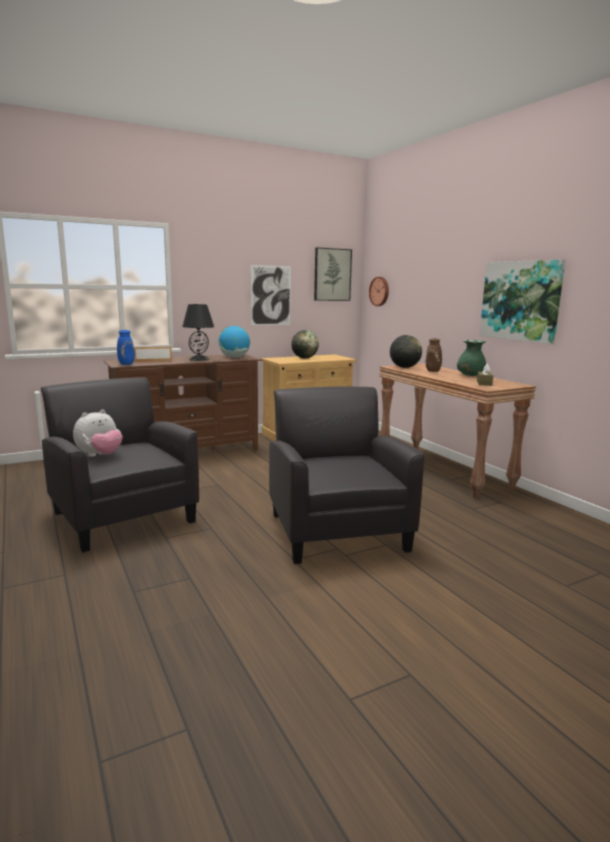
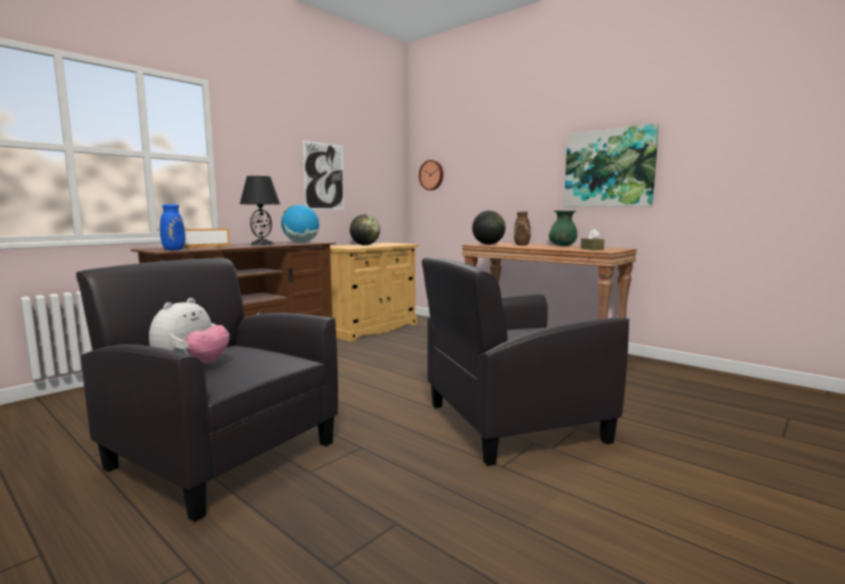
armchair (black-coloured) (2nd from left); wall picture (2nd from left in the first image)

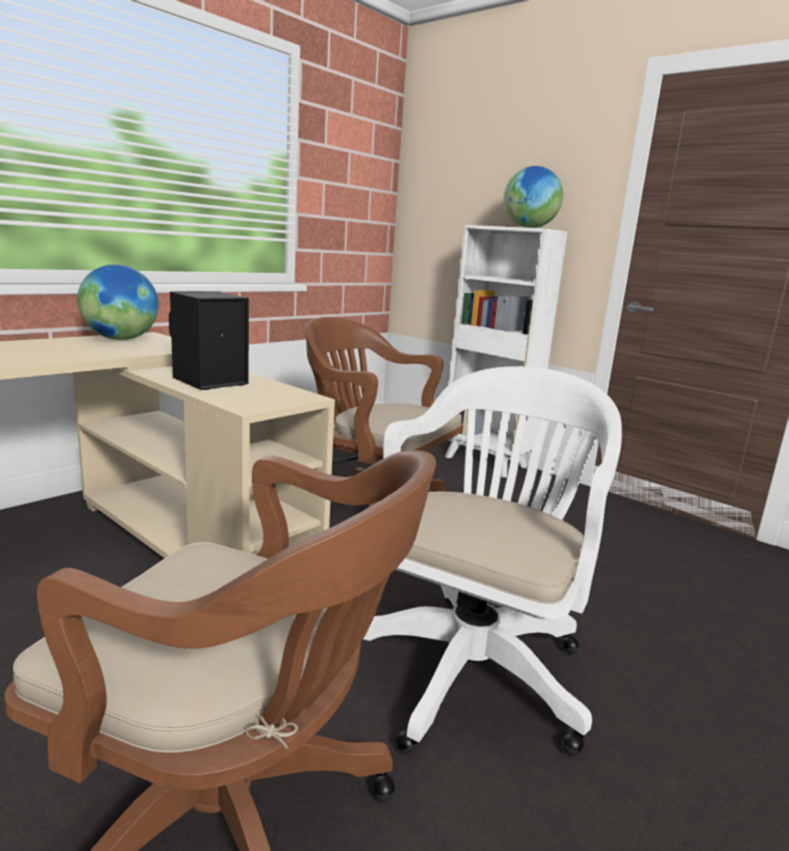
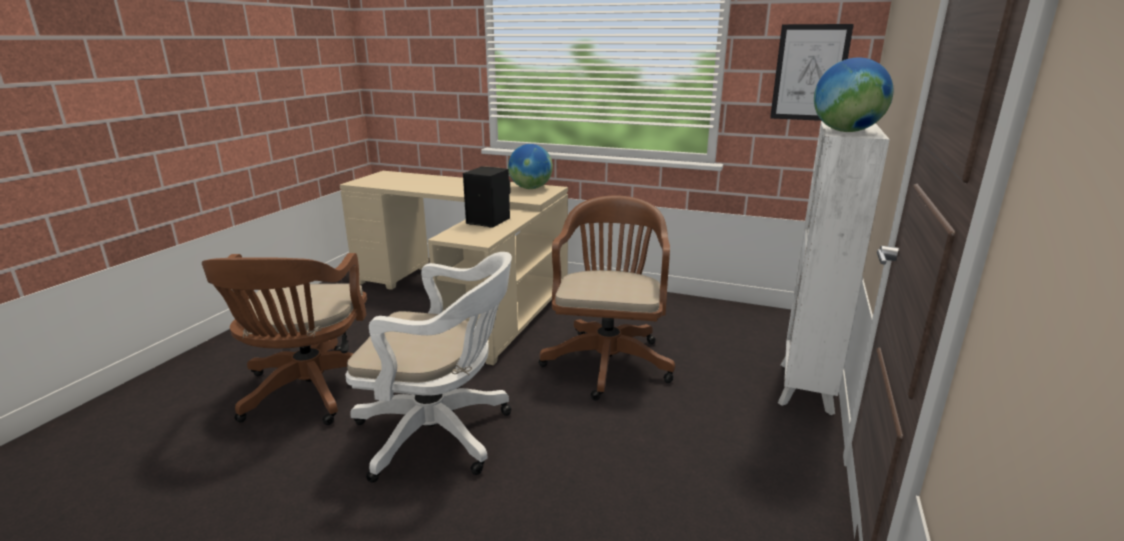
wall picture

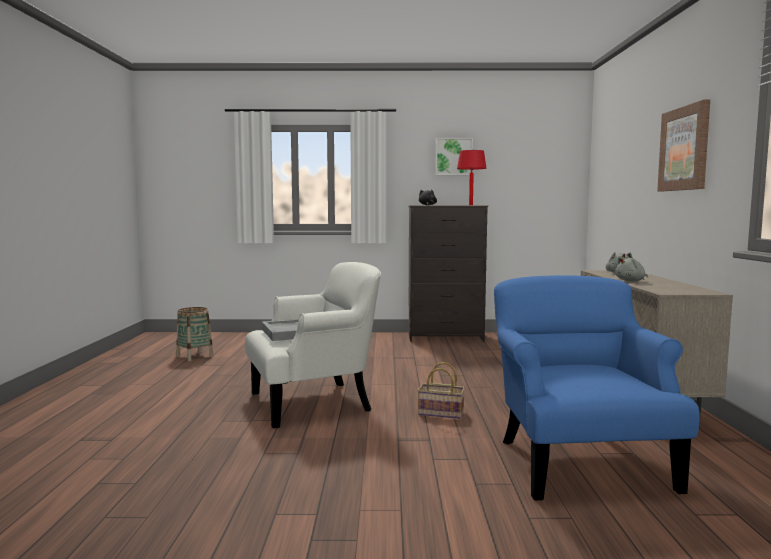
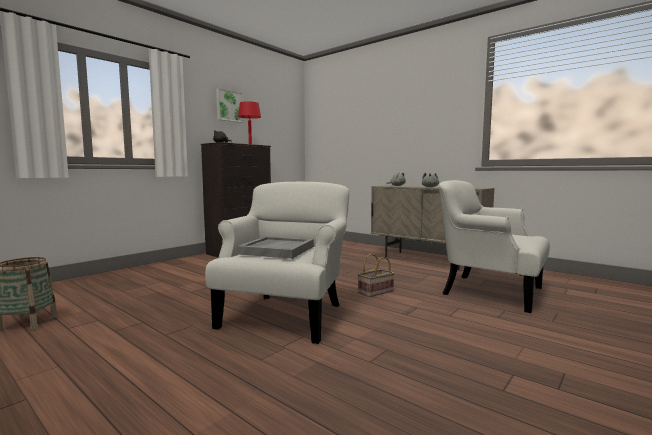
armchair (white) (2nd from left); wall picture (2nd from left in the first image)

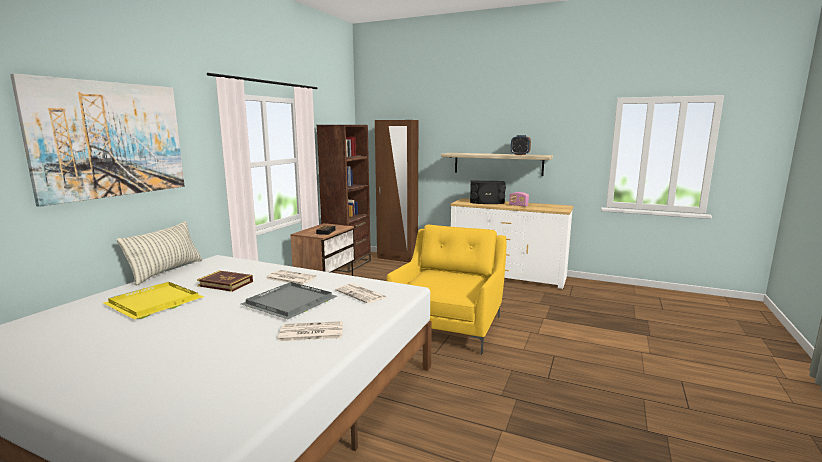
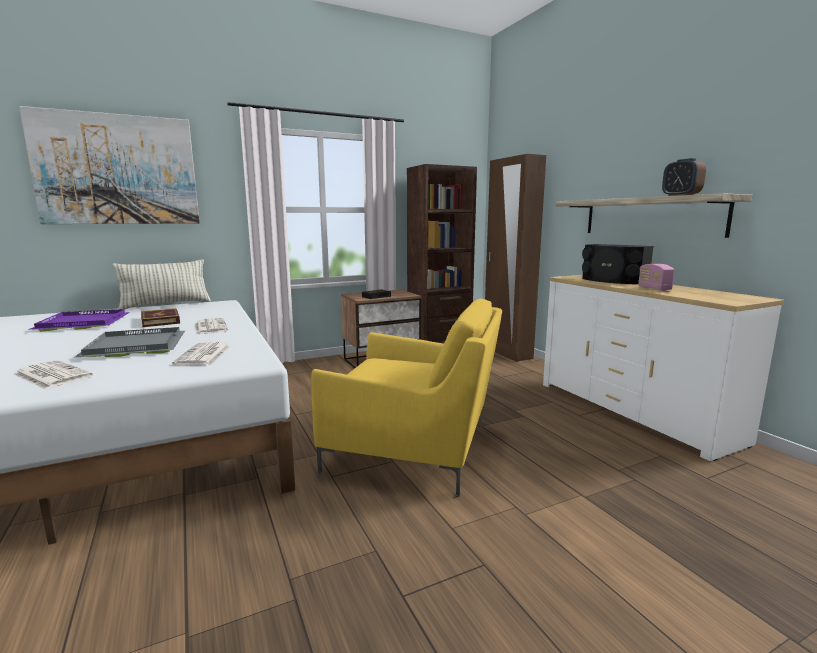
serving tray (purple-coloured); armchair (yellow-coloured)

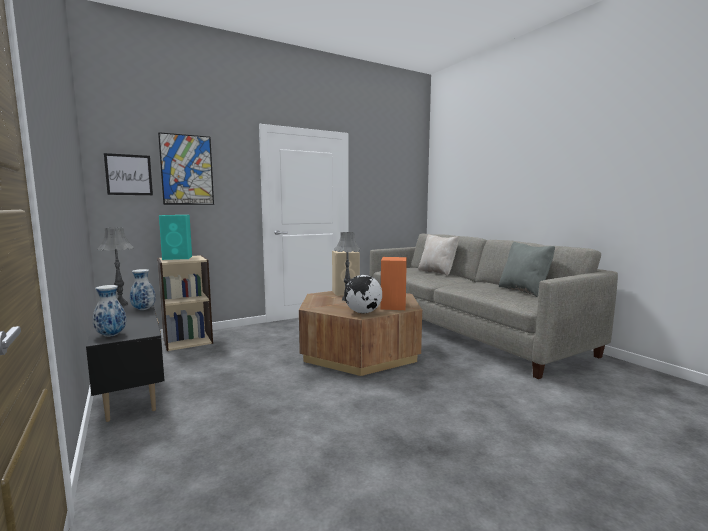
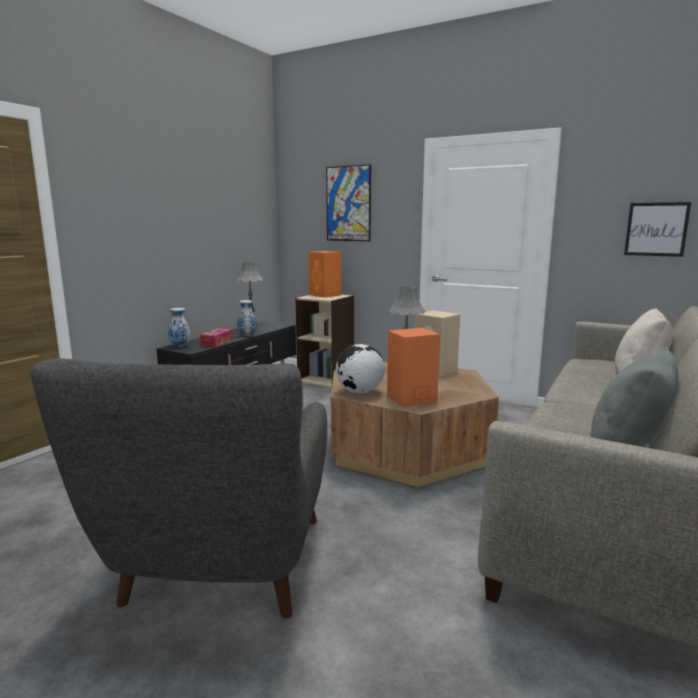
wall picture (2nd from left); loudspeaker (orange-coloured) (1st from left); armchair (grey); tissue holder

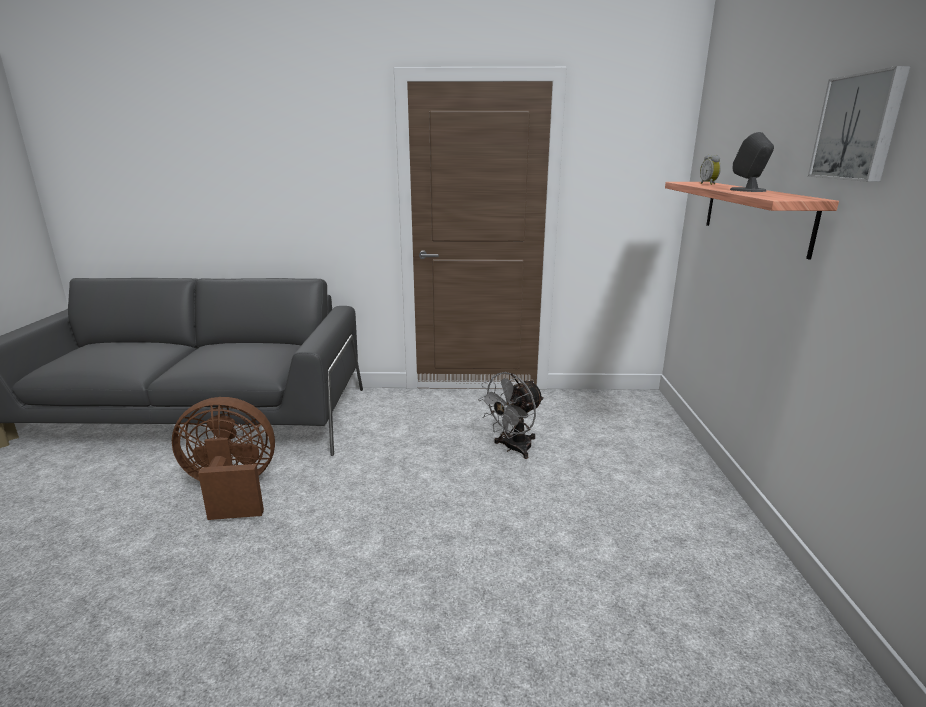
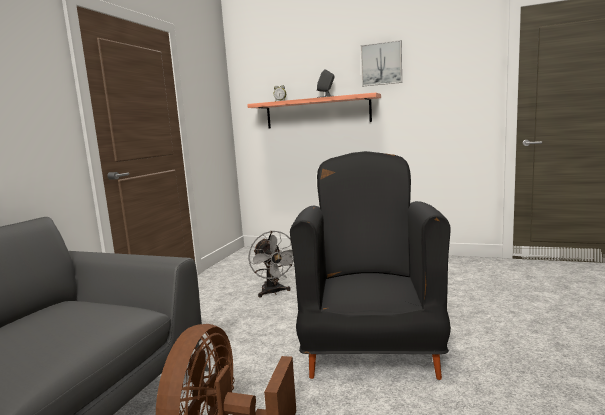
armchair (black-coloured)

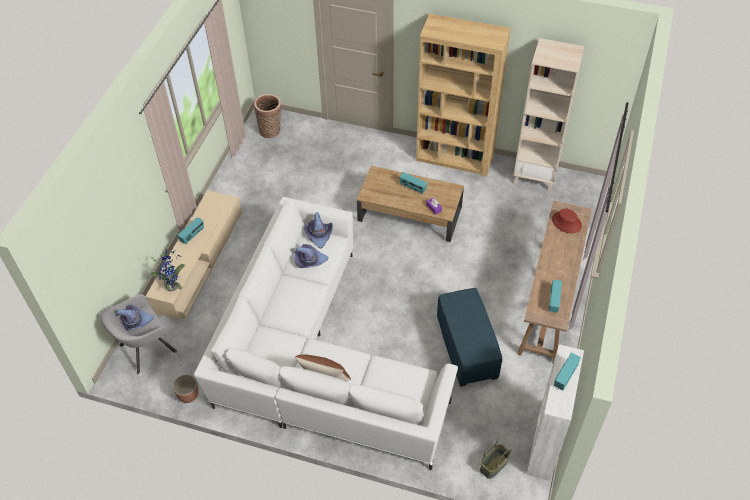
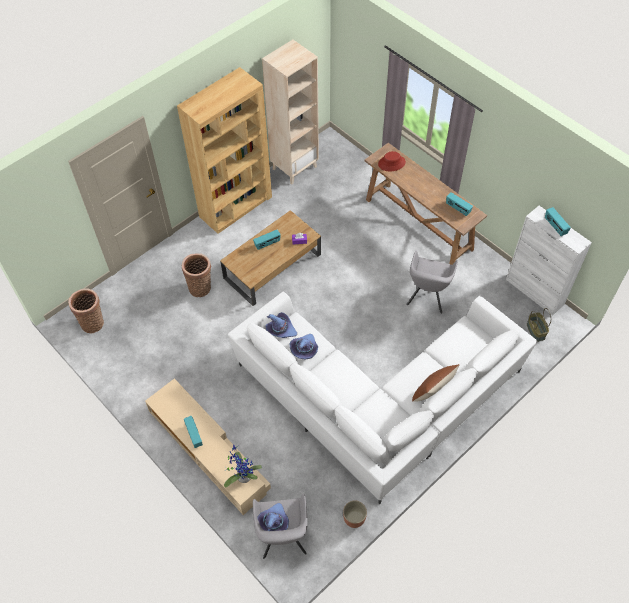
armchair (grey) (2nd from left); basket (2nd from left)

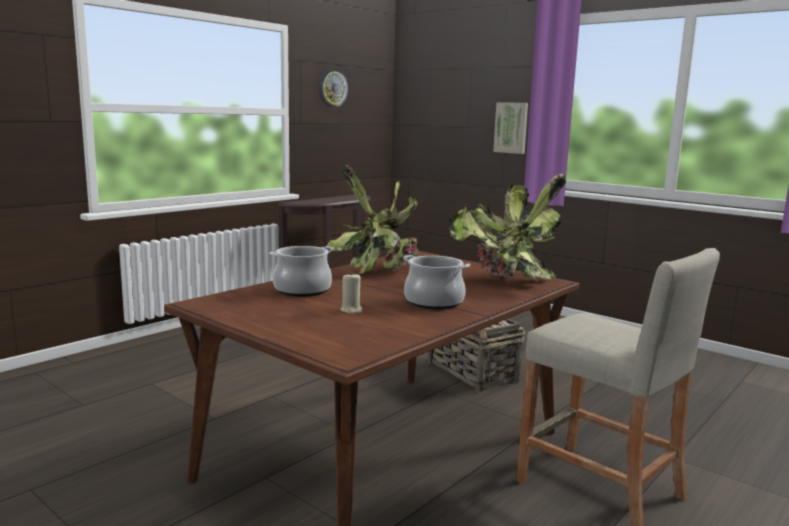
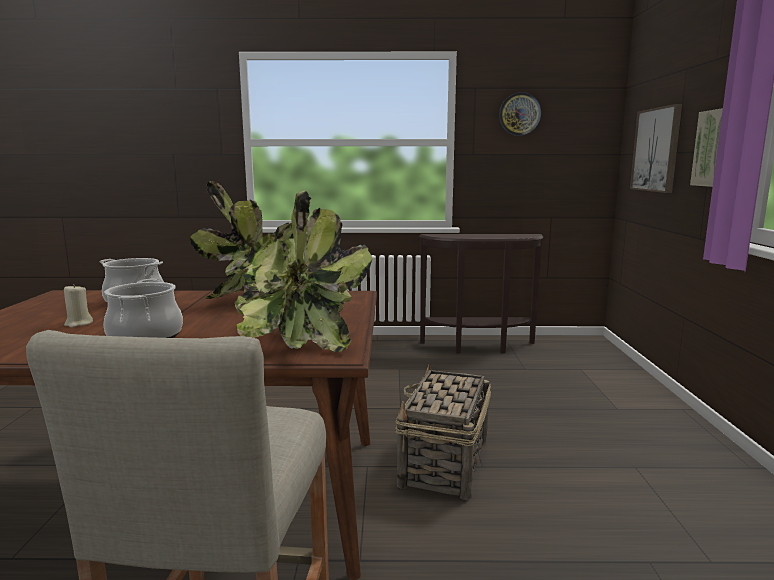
wall picture (1st from left)

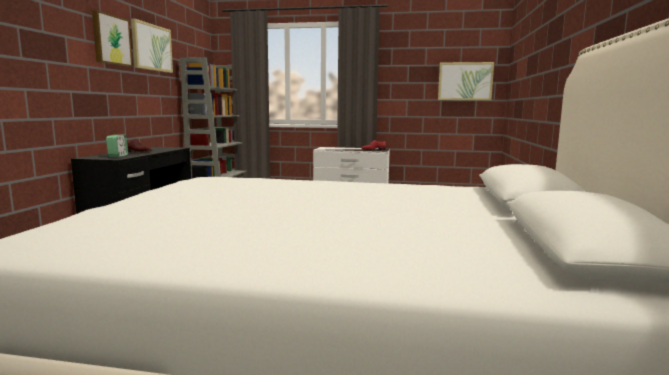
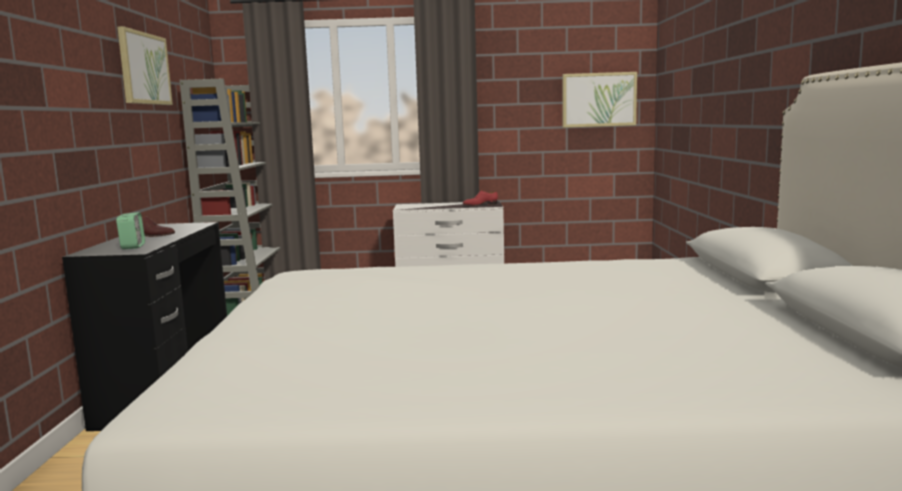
wall picture (1st from left in the first image)

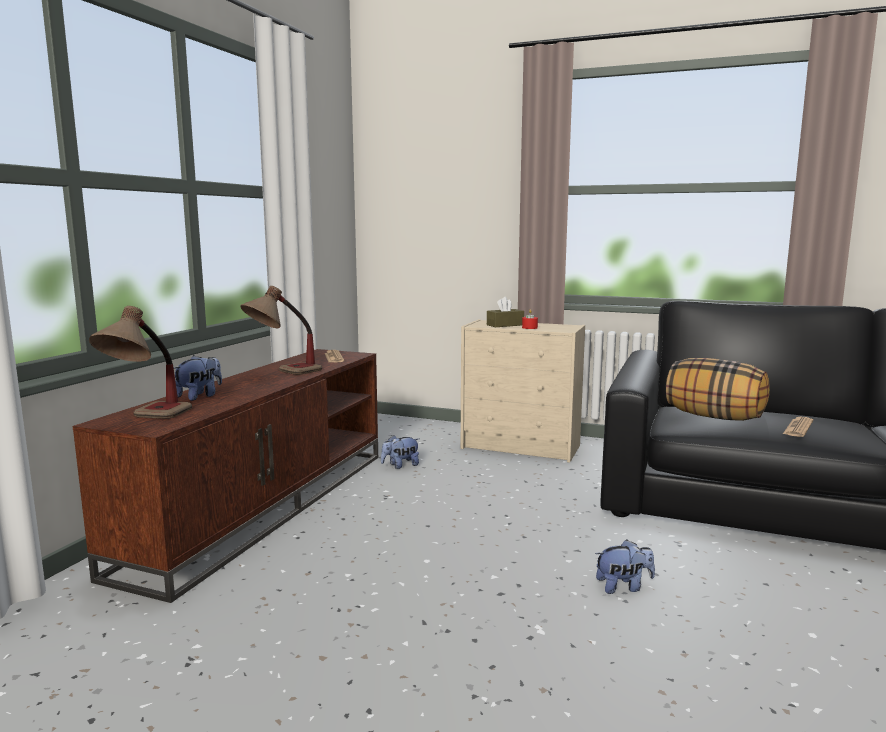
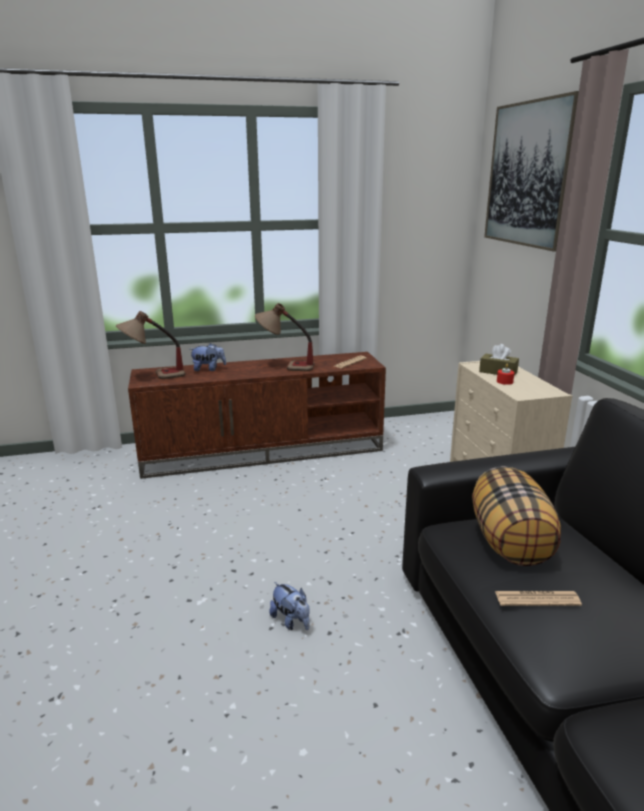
plush toy (2nd from left in the first image); wall picture

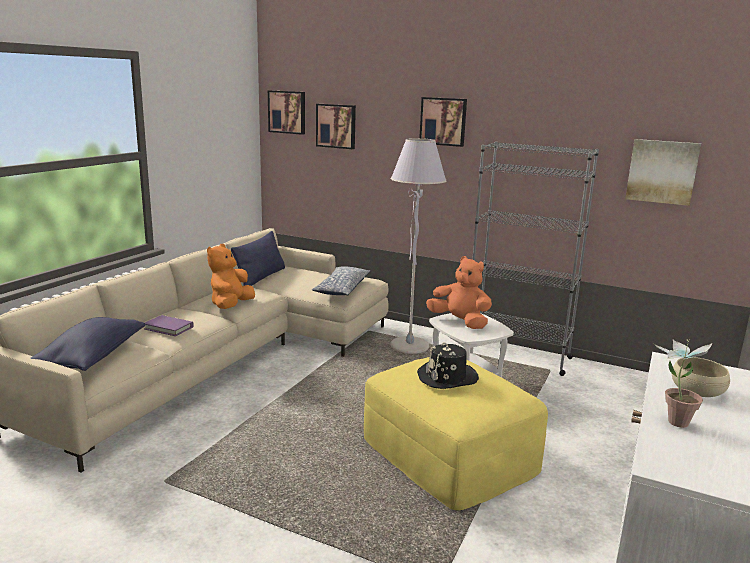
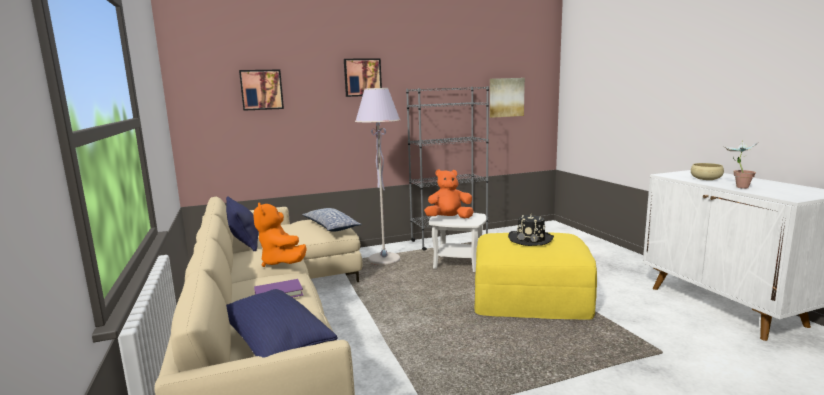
wall picture (1st from left in the first image)

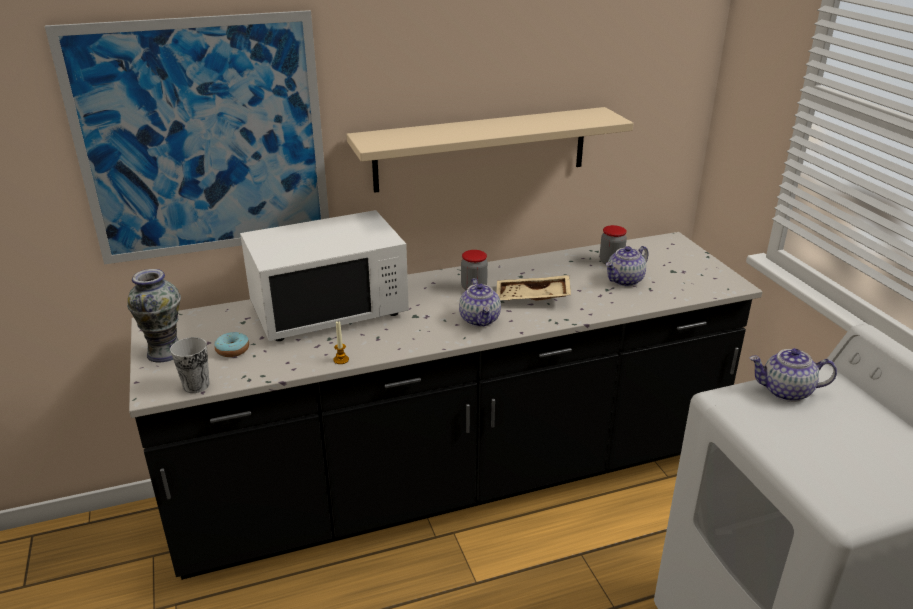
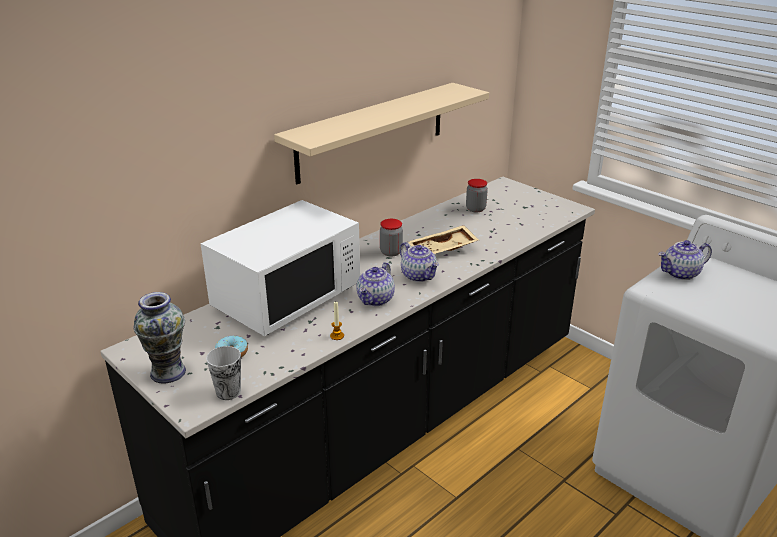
wall picture; tea pot (1st from left)

